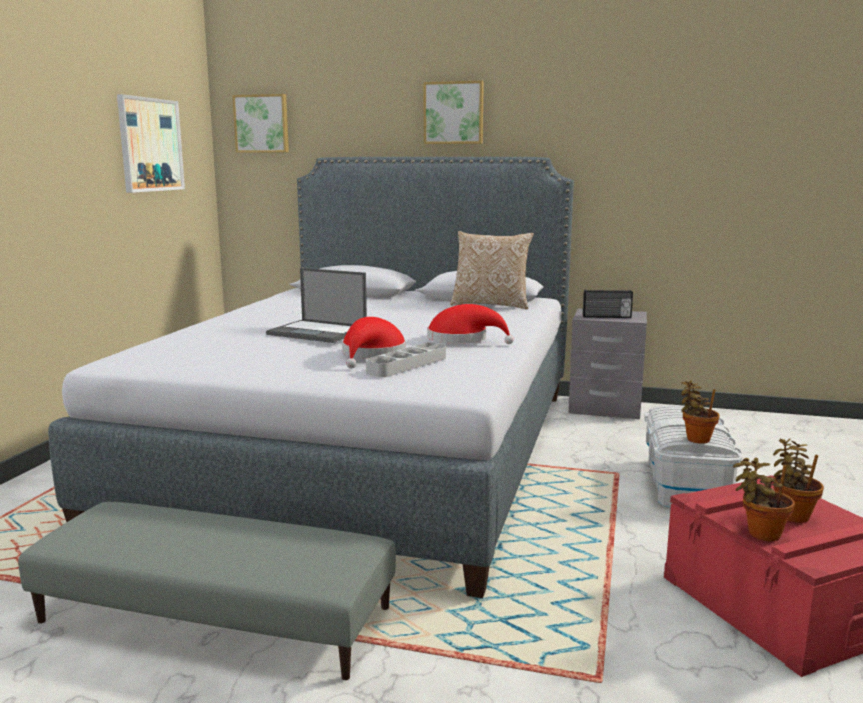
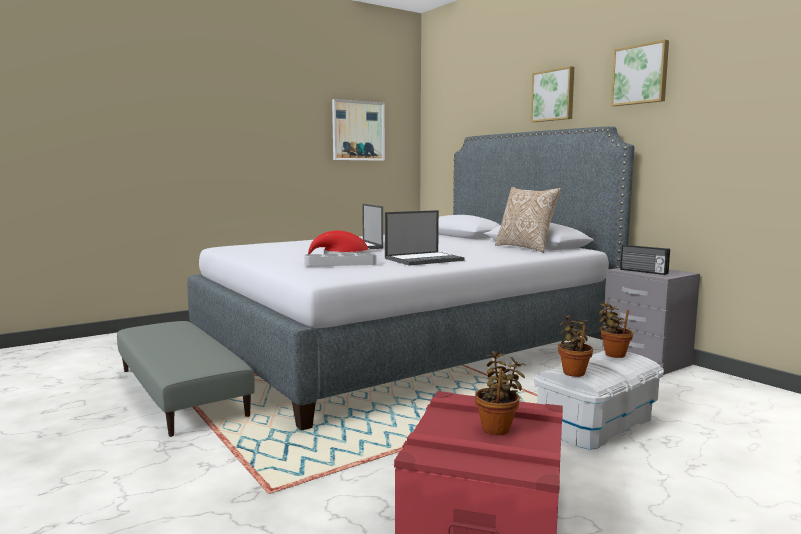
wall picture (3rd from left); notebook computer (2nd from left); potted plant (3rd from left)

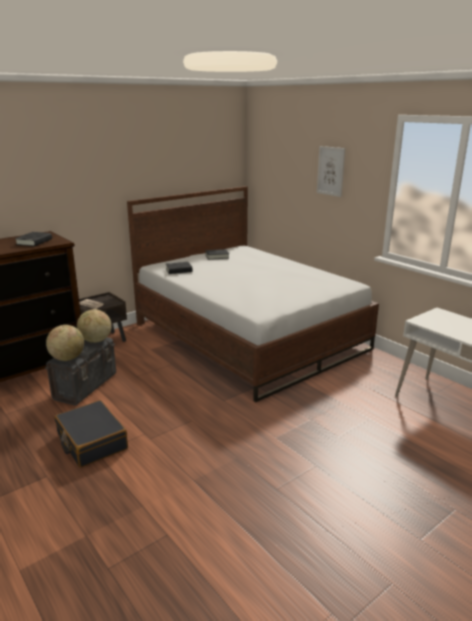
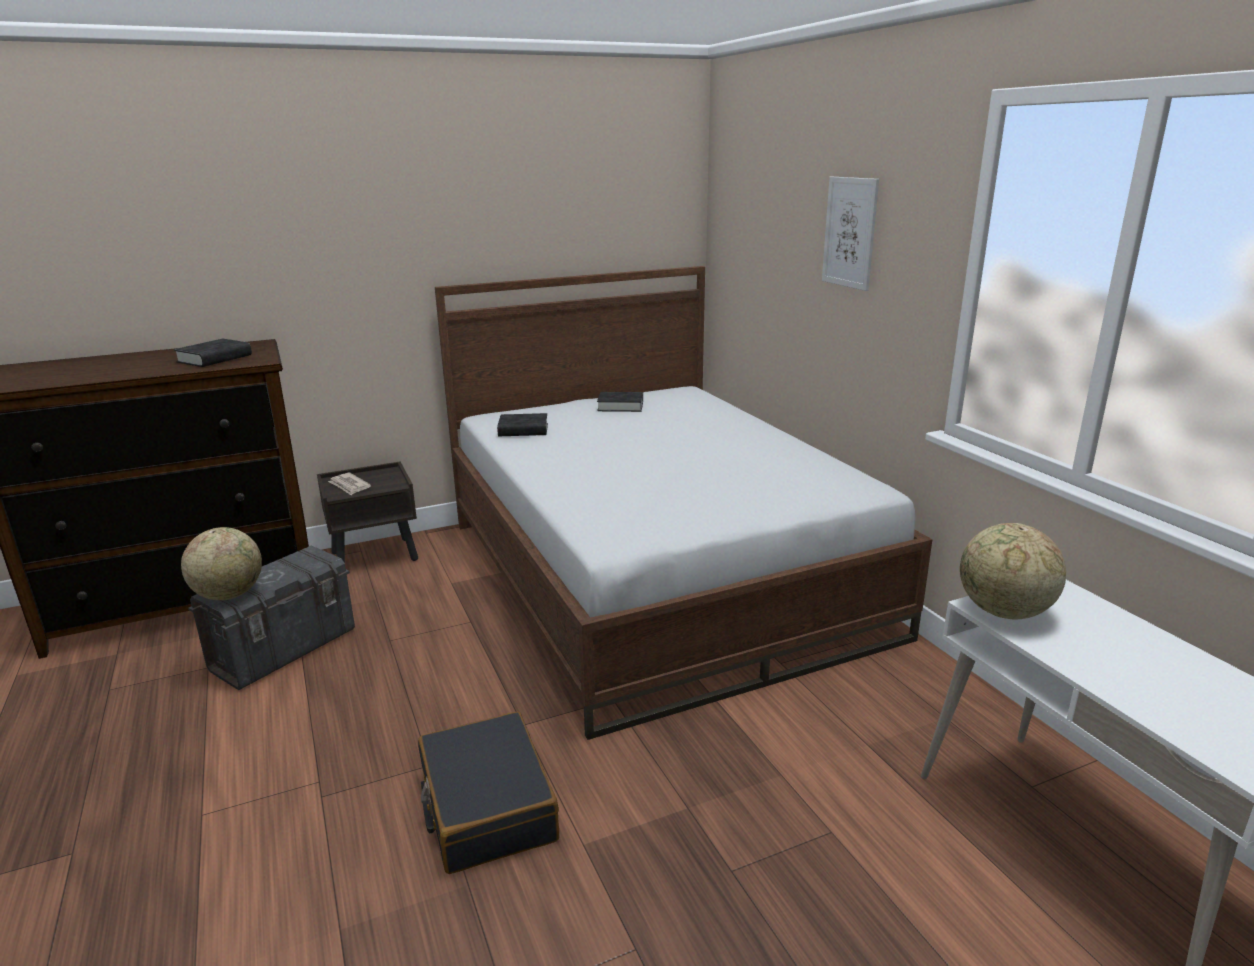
suitcase (black-coloured); globe (2nd from left)

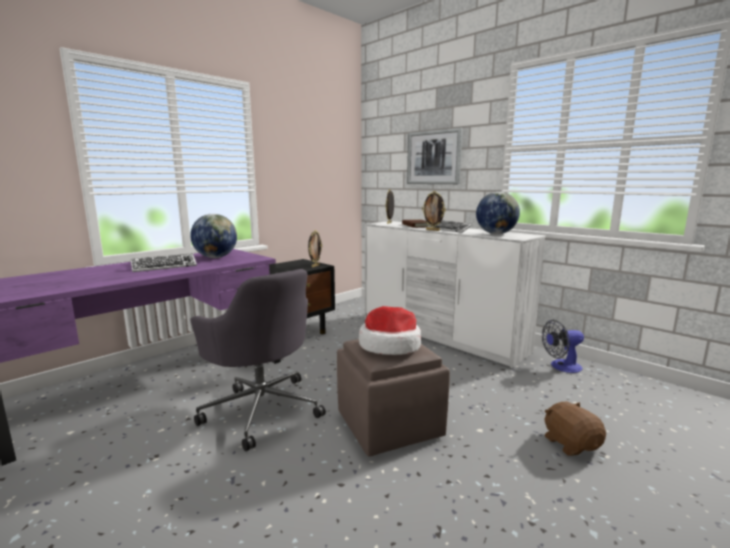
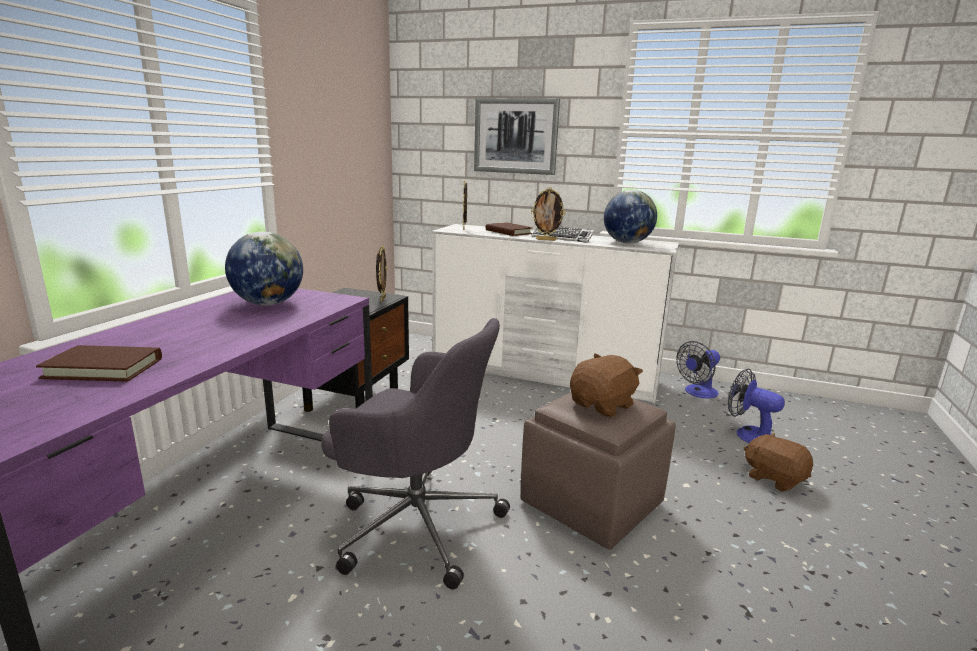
PC keyboard (1st from left in the first image); plush toy (brownish) (1st from left); volume (brownish) (1st from left); electric fan (2nd from left)

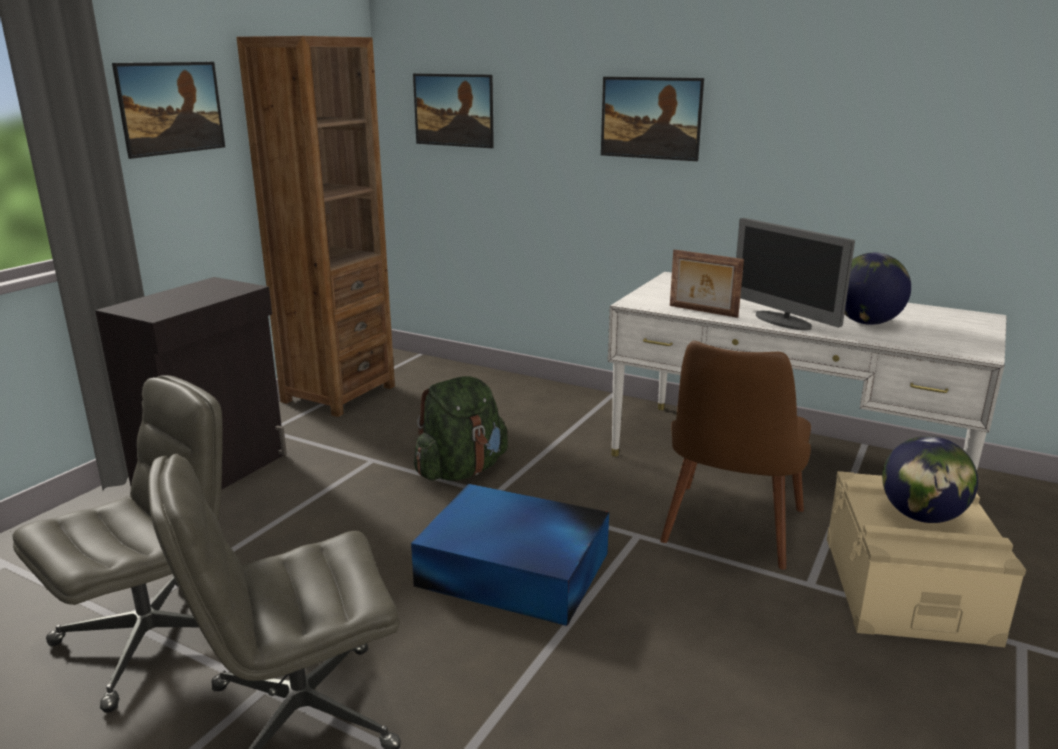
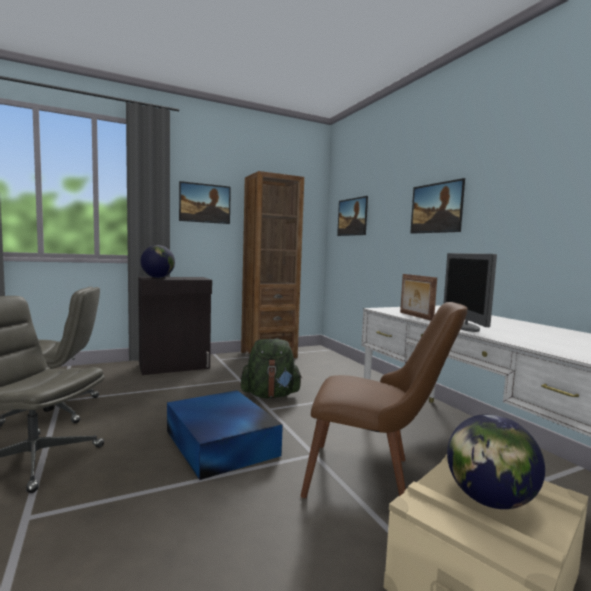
upright chair (brownish); globe (1st from left)

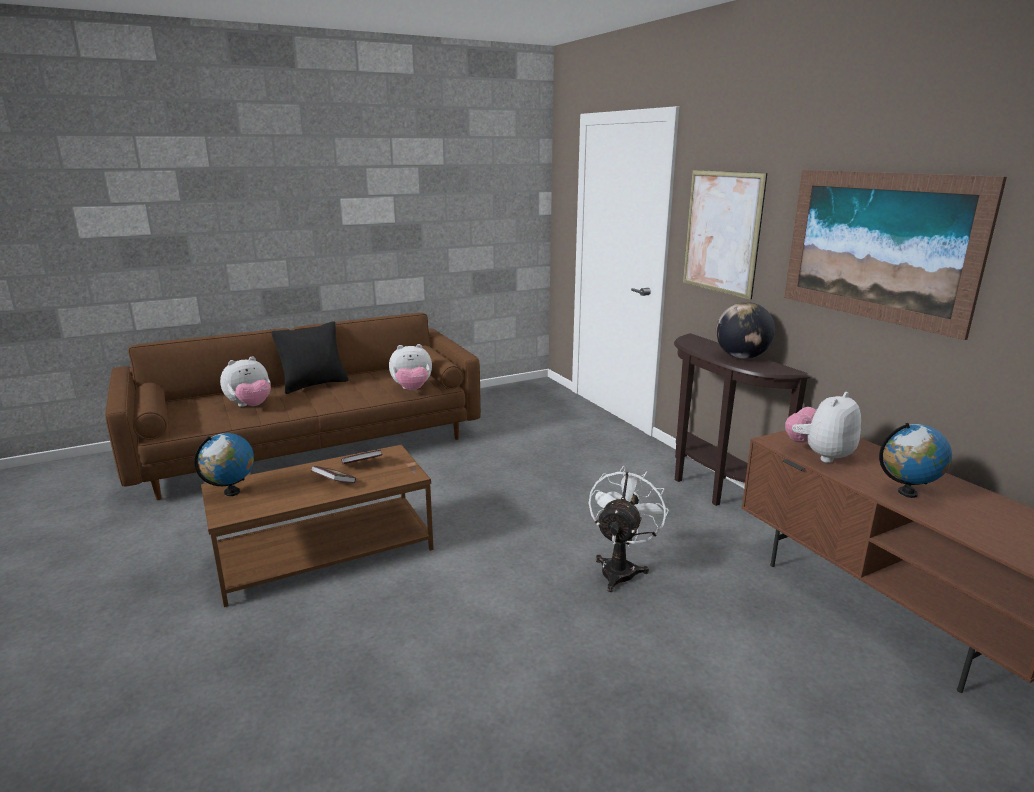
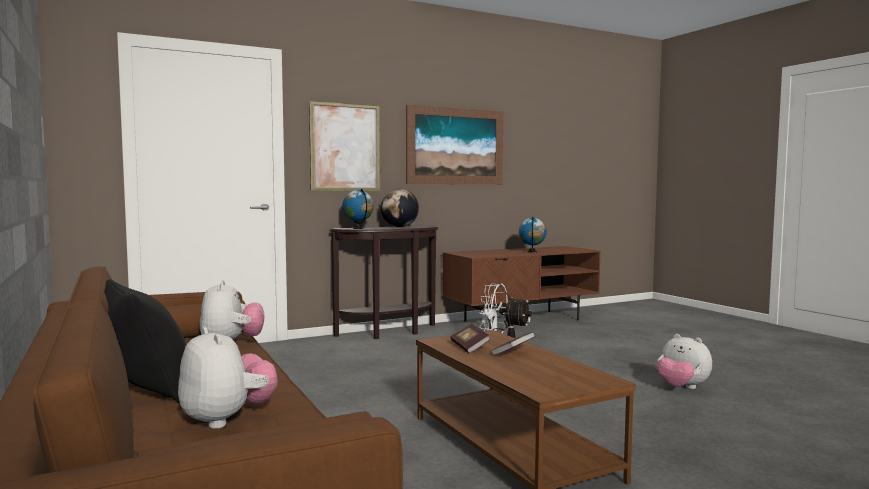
globe (1st from left); plush toy (3rd from left)

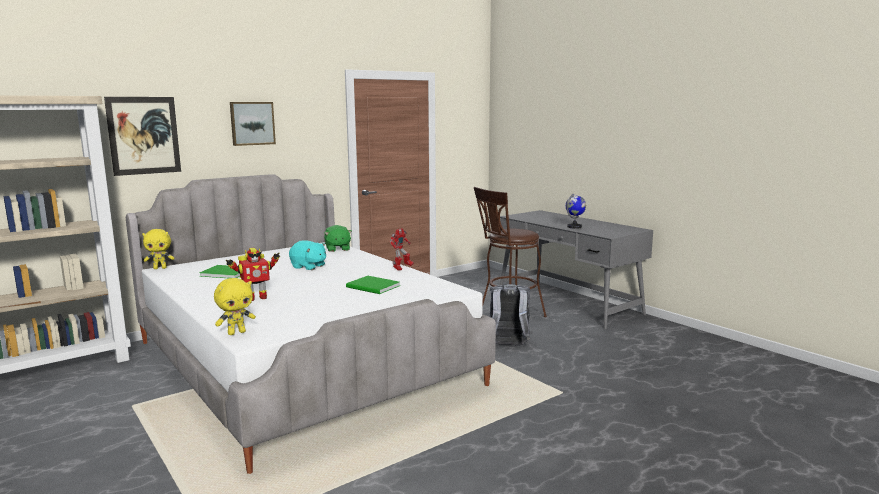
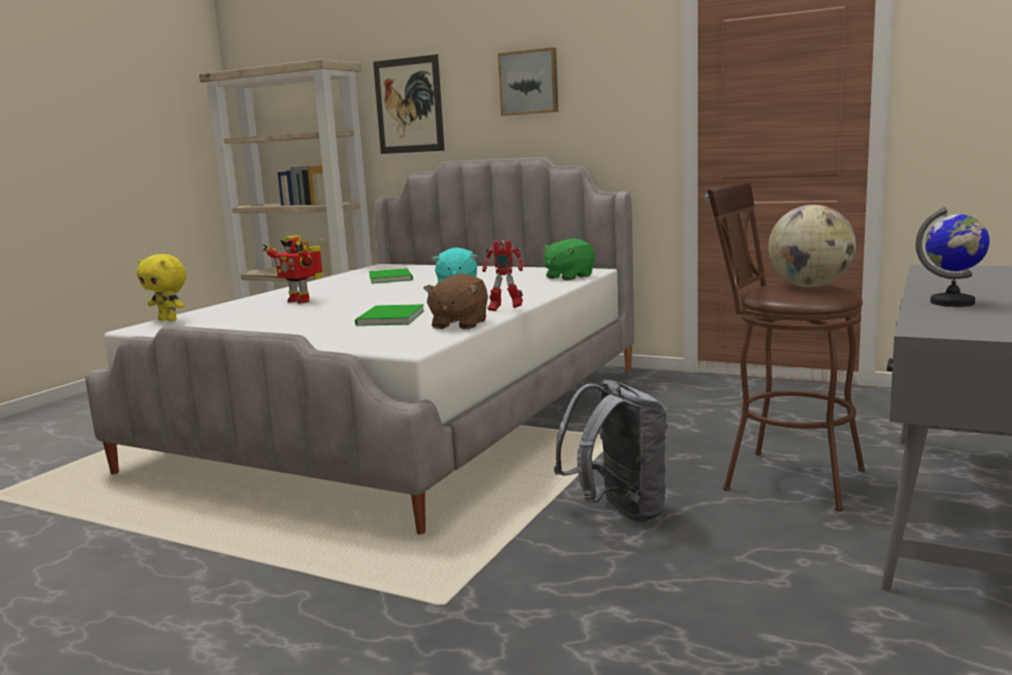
plush toy (yellow-coloured) (1st from left in the first image); plush toy (brownish); globe (1st from left)

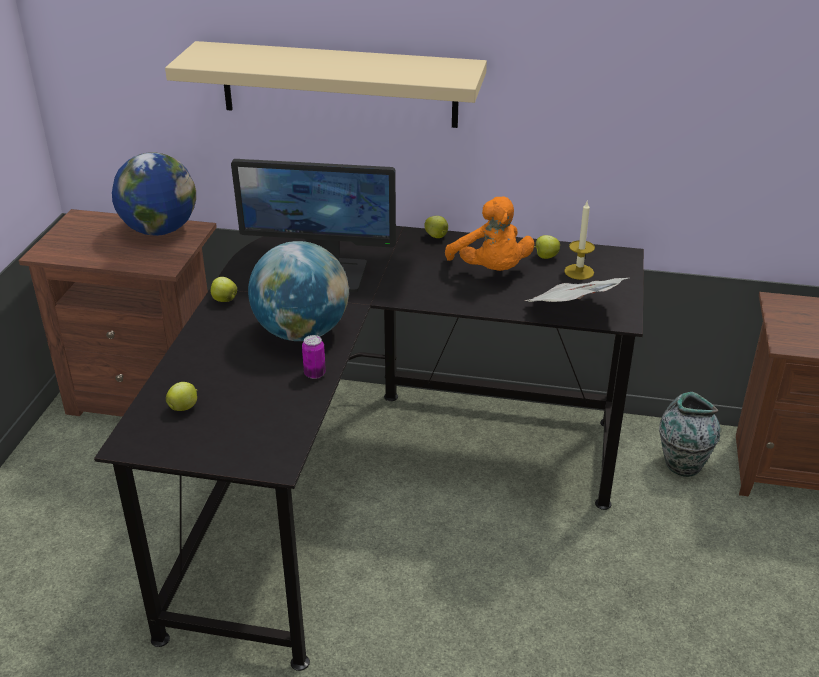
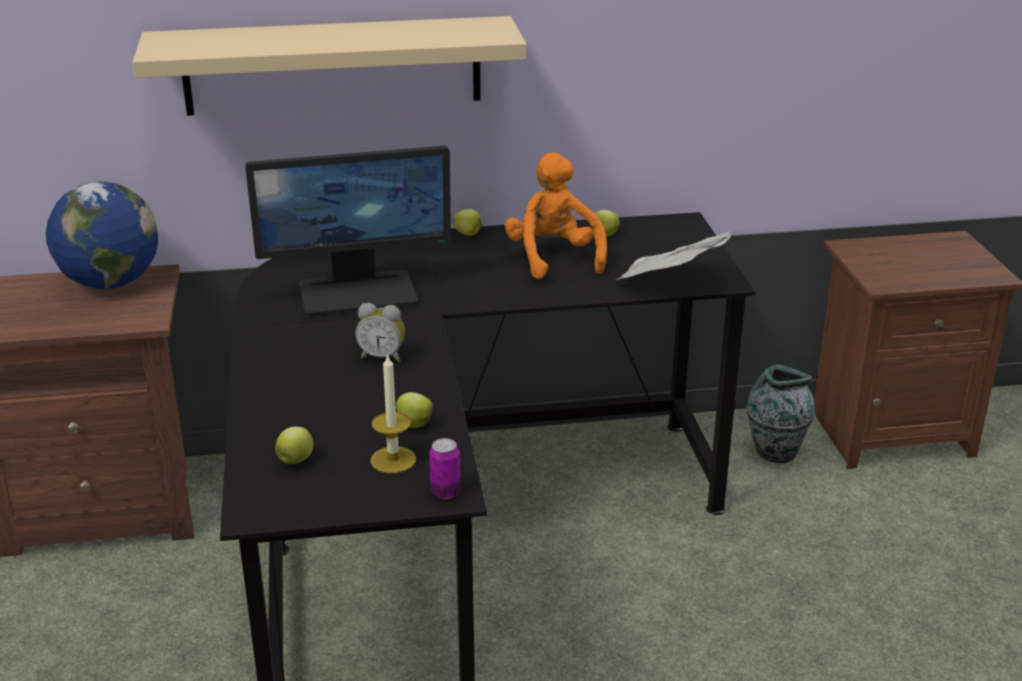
apple (2nd from left); alarm clock; metal can; plush toy (orange-coloured); wax candle

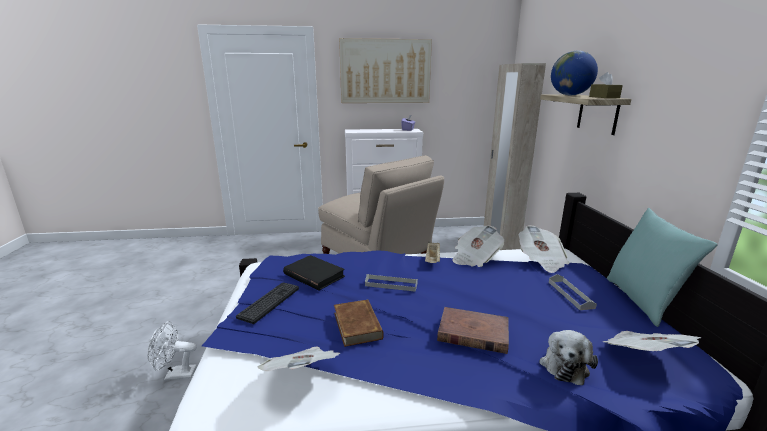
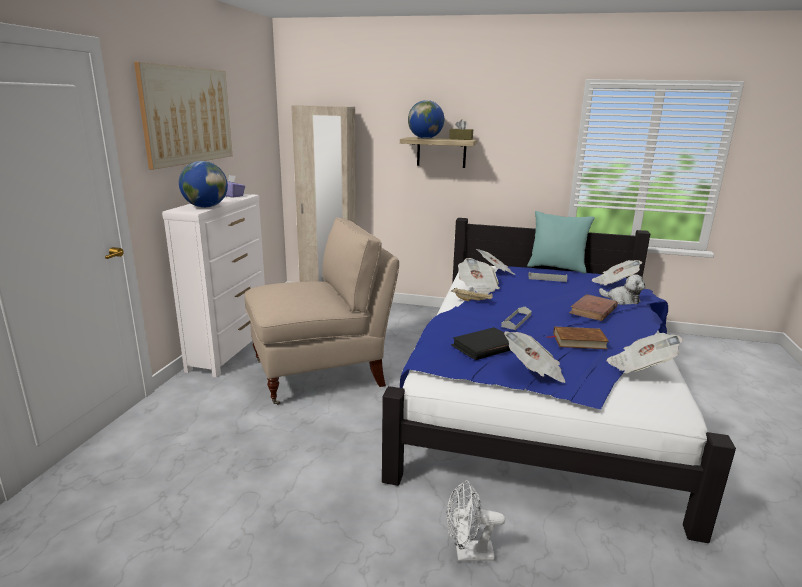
electric fan (white); daily paper (3rd from left); globe (1st from left)

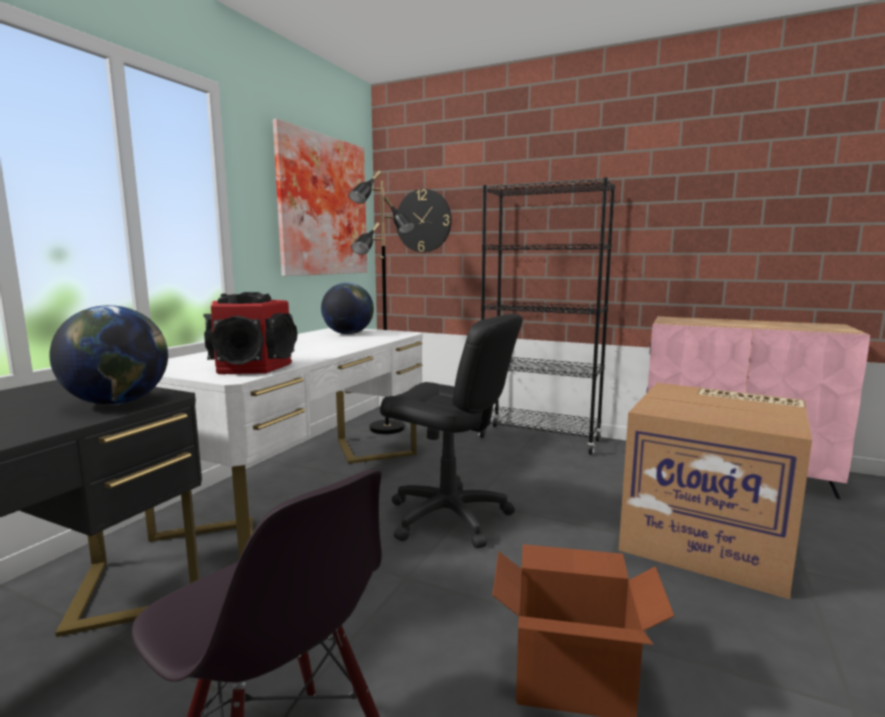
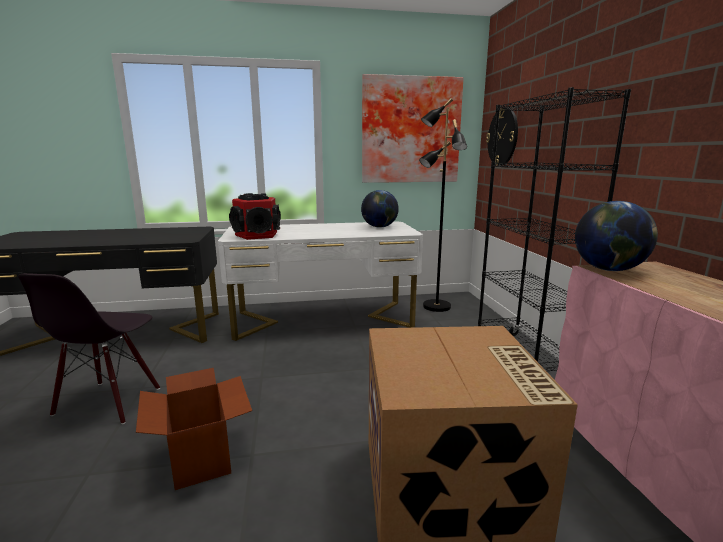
globe (2nd from left); desk chair (black-coloured)

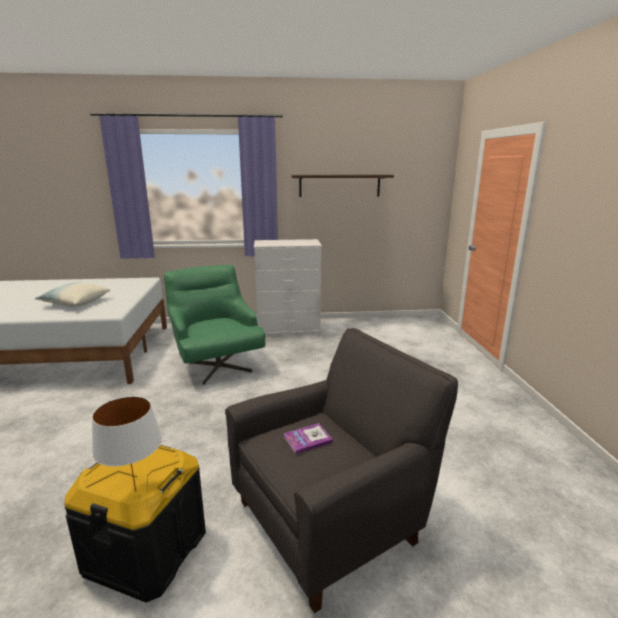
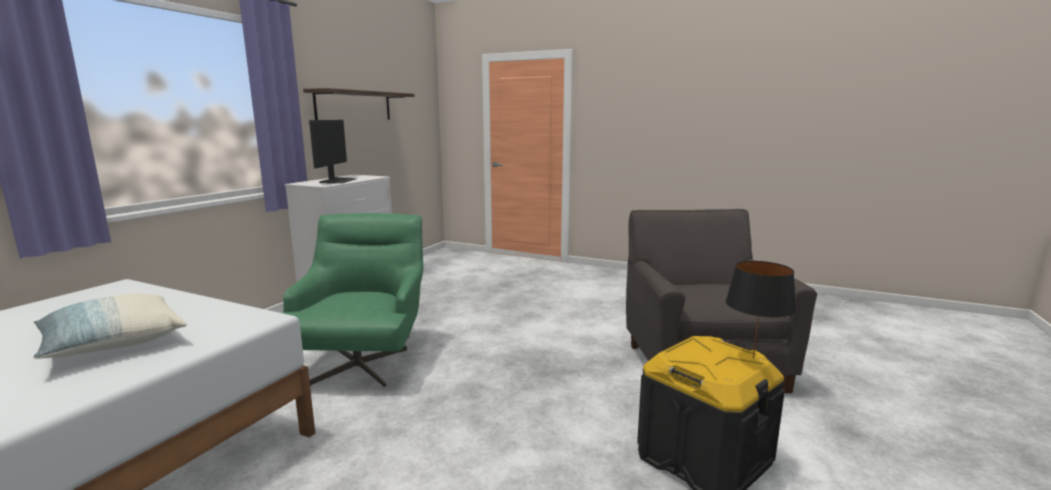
tabletop lamp (black-coloured); armchair (greenish); volume; monitor

